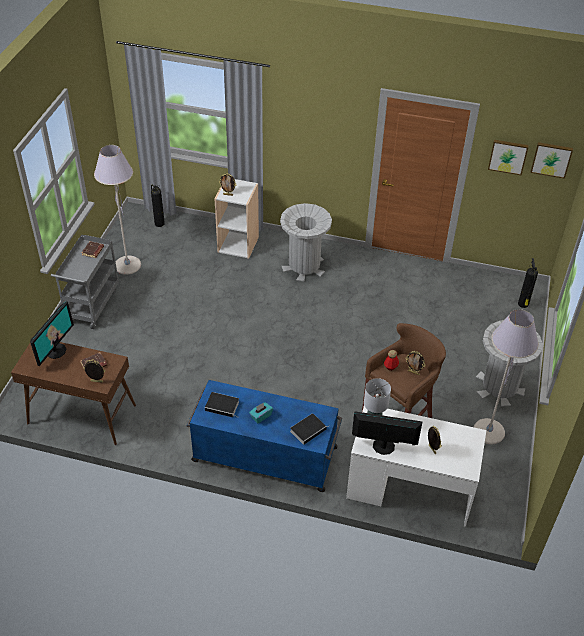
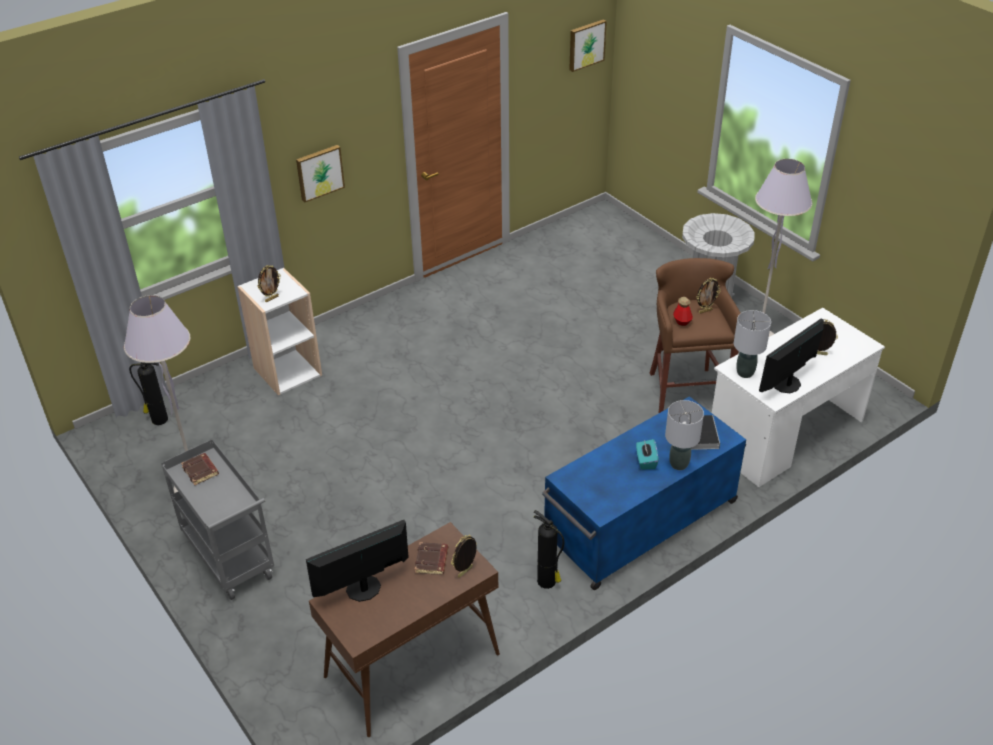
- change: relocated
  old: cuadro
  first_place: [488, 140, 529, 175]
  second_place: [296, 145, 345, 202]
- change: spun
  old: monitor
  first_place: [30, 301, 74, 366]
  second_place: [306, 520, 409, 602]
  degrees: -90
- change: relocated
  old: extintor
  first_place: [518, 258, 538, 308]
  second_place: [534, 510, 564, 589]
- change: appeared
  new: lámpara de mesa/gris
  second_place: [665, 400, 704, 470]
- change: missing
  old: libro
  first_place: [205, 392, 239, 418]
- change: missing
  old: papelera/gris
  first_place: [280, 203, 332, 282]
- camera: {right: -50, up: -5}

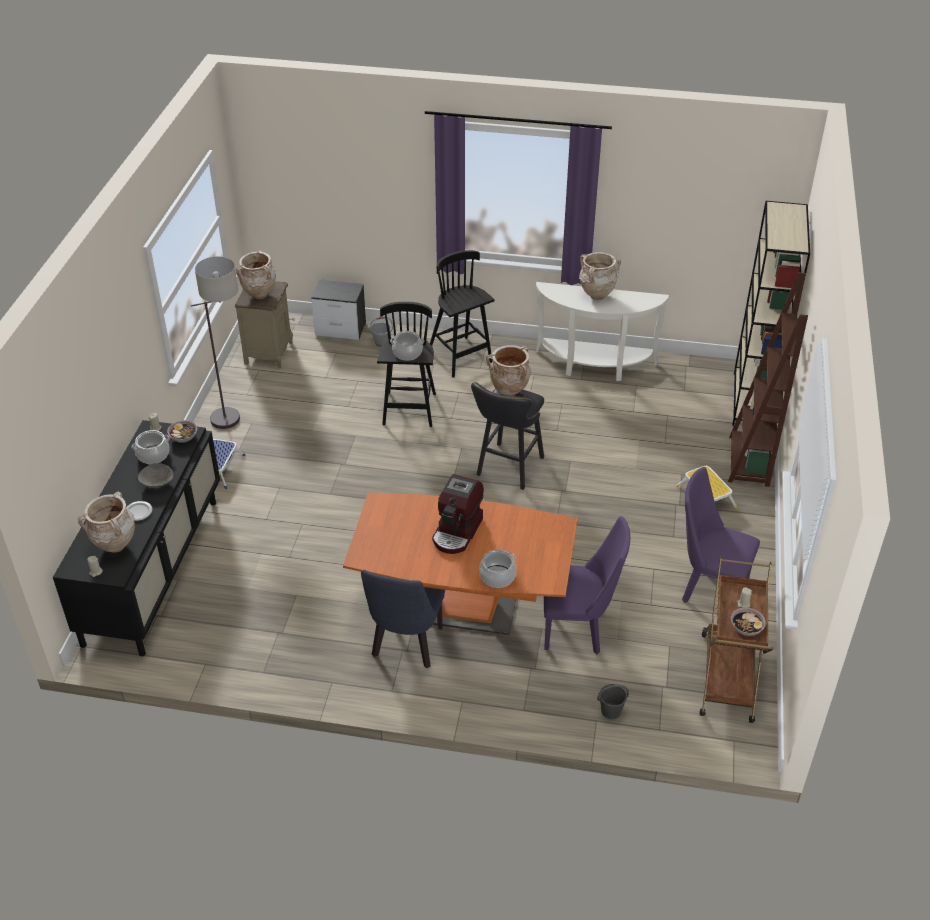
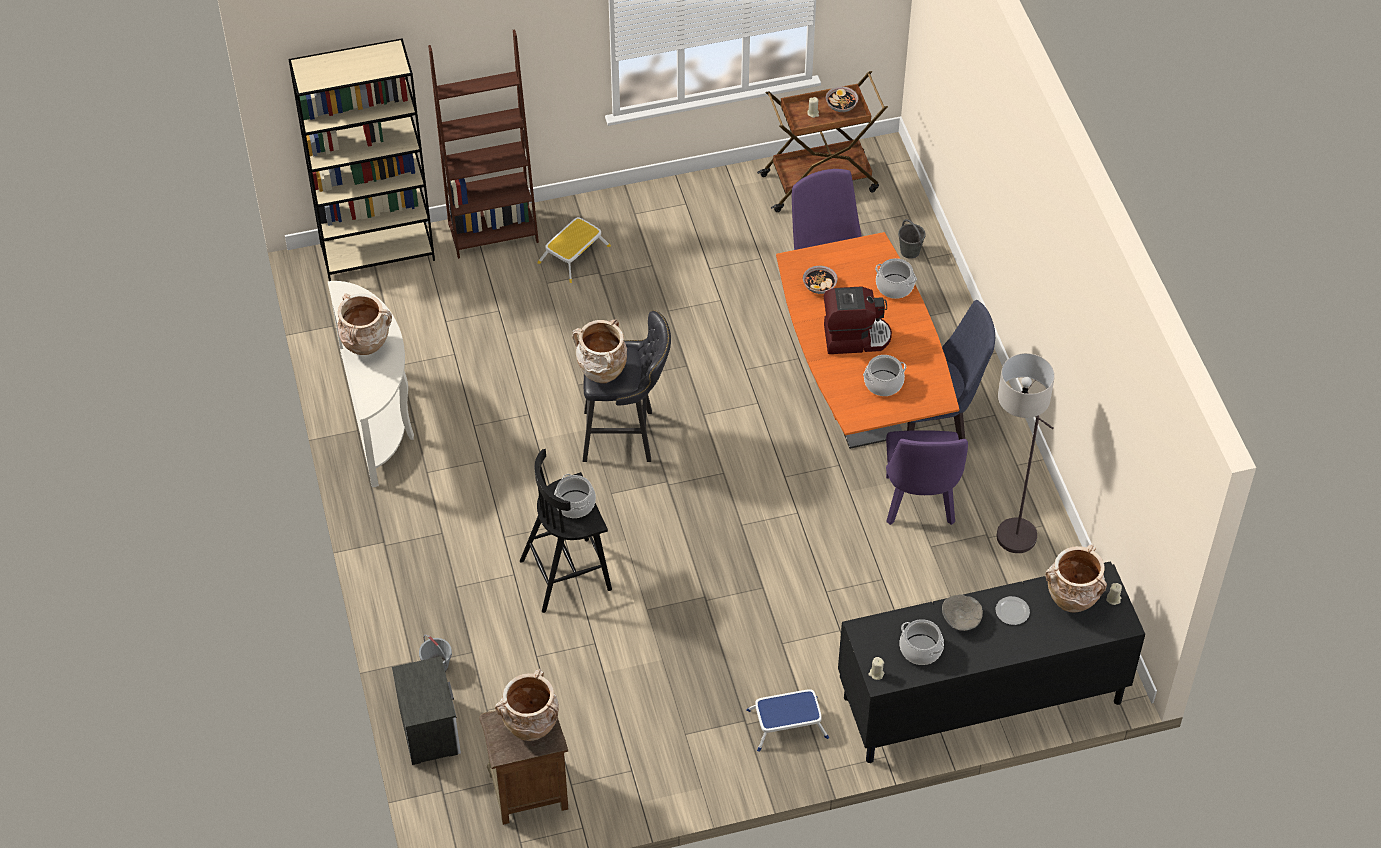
- change: relocated
  old: cuenco
  first_place: [167, 420, 197, 443]
  second_place: [803, 265, 838, 294]
- change: appeared
  new: olla
  second_place: [863, 355, 906, 396]
- change: relocated
  old: silla/morado
  first_place: [682, 467, 760, 603]
  second_place: [886, 431, 968, 525]
- change: relocated
  old: lámpara de pie/gris
  first_place: [191, 256, 240, 429]
  second_place: [997, 353, 1055, 553]
- change: missing
  old: taburete/negro
  first_place: [430, 250, 495, 377]
- camera: {right: -115, up: 10}

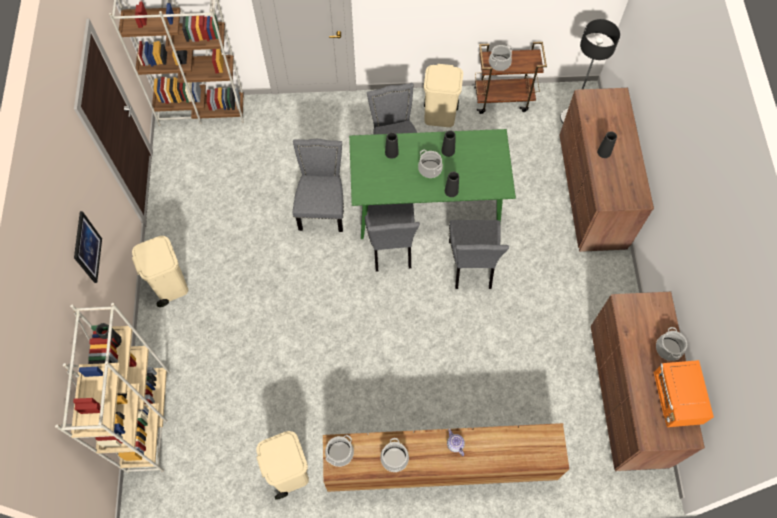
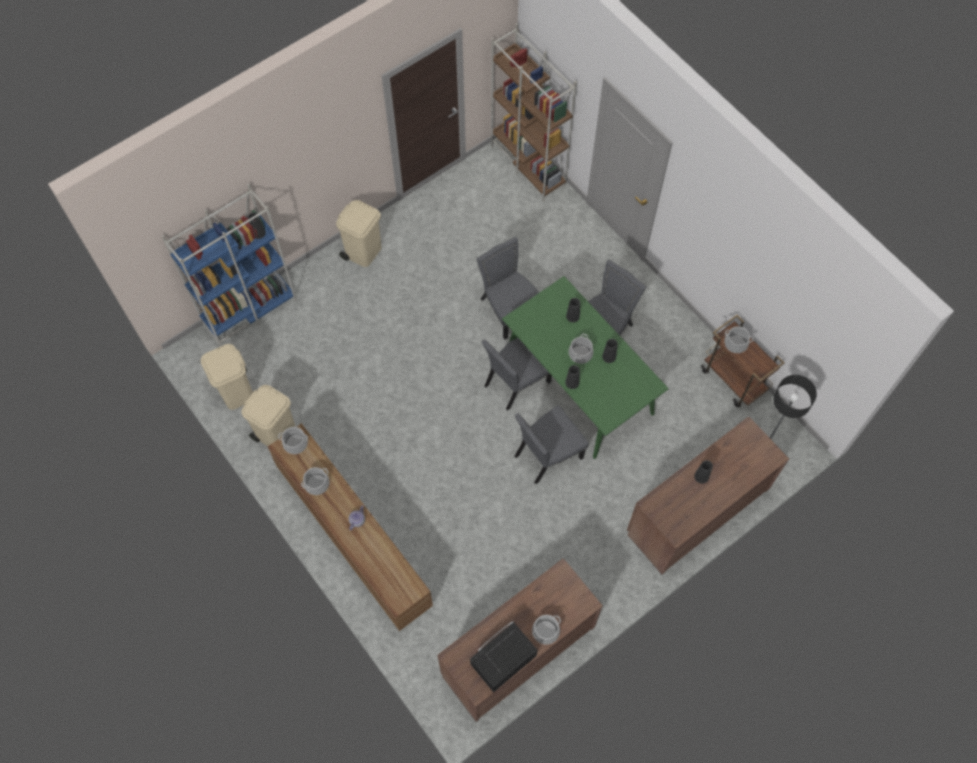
- change: colour
  old: estantería/beis
  new: estantería/azul
  first_place: [55, 303, 170, 473]
  second_place: [162, 184, 297, 347]
- change: relocated
  old: papelera/beis
  first_place: [424, 64, 463, 127]
  second_place: [201, 344, 253, 410]
- change: colour
  old: microondas/naranja
  new: microondas/negro
  first_place: [654, 360, 714, 427]
  second_place: [470, 621, 538, 693]
- change: spun
  old: silla/gris
  first_place: [293, 139, 344, 232]
  second_place: [476, 237, 540, 339]
  degrees: -90
- change: missing
  old: cuadro
  first_place: [74, 211, 102, 283]
- camera: {right: 55, up: 0}

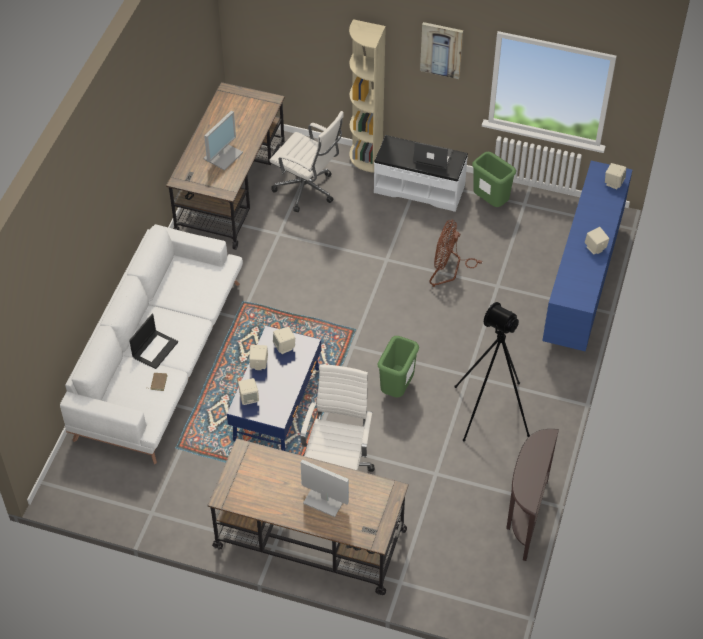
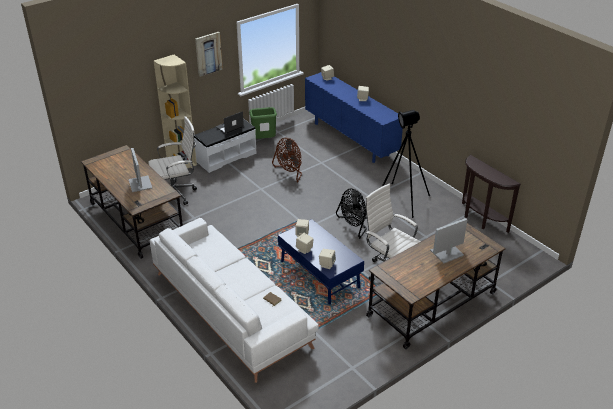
- change: exchanged
  old: papelera/verde
  new: ventilador/negro
  first_place: [377, 336, 419, 398]
  second_place: [336, 188, 367, 239]
- change: missing
  old: portátil
  first_place: [129, 314, 178, 369]
- camera: {right: -55, up: -15}

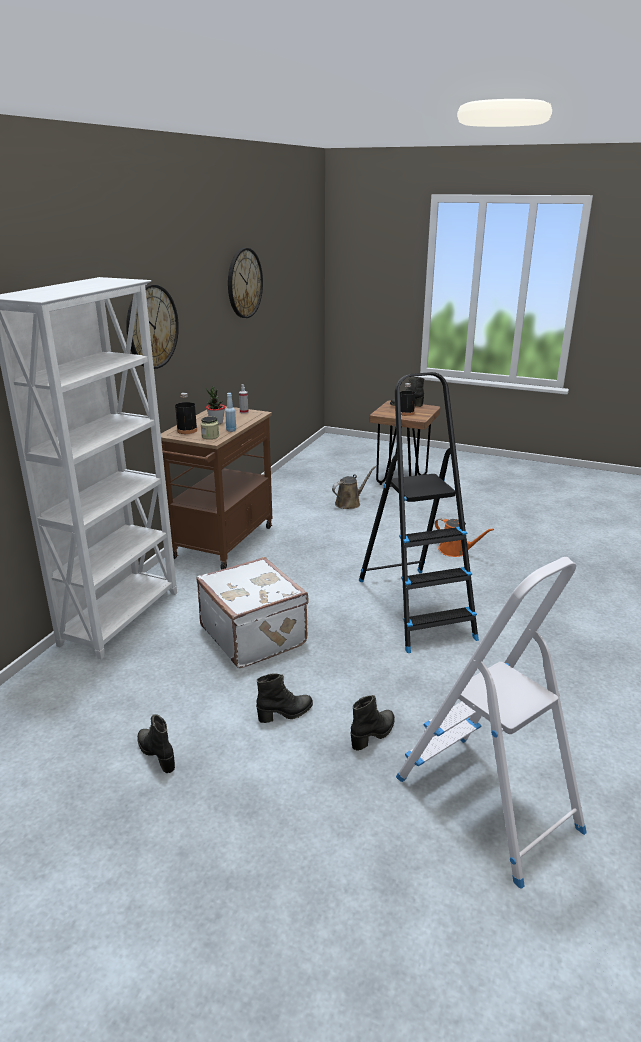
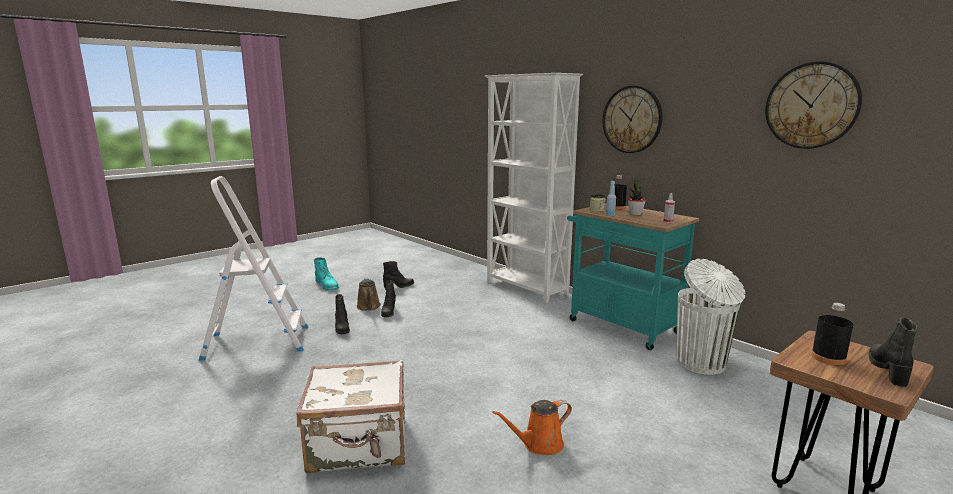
- change: relocated
  old: maleta/blanco
  first_place: [196, 557, 308, 668]
  second_place: [296, 360, 405, 473]
- change: appeared
  new: bota/turquesa
  second_place: [314, 257, 339, 290]
- change: relocated
  old: regadera/marrón
  first_place: [332, 466, 376, 509]
  second_place: [356, 278, 381, 311]
- change: colour
  old: carrito/marrón
  new: carrito/turquesa
  first_place: [153, 406, 272, 570]
  second_place: [567, 203, 699, 350]
- change: appeared
  new: papelera/blanco
  second_place: [676, 259, 745, 375]
- change: missing
  old: escalera de tijera/negro
  first_place: [359, 372, 479, 653]
- camera: {right: 115, up: -10}

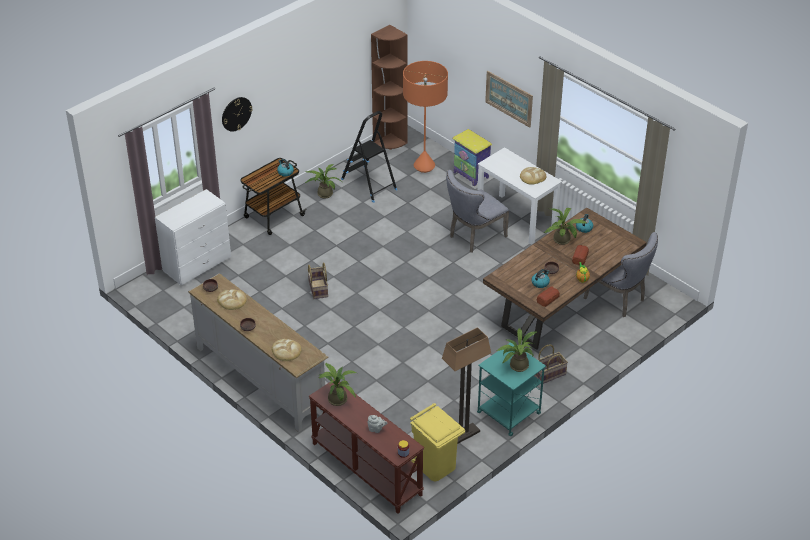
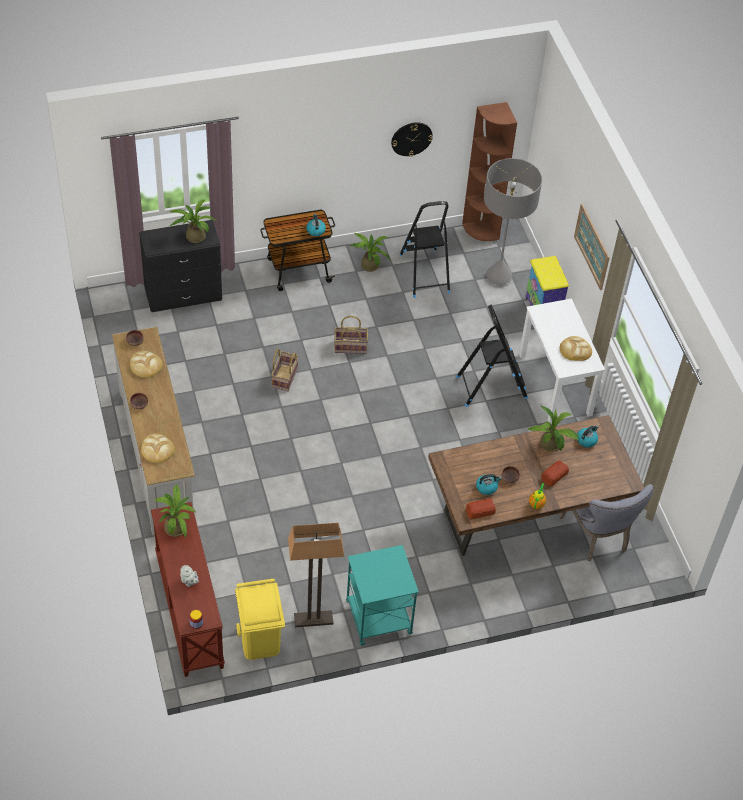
- change: colour
  old: cómoda/blanco
  new: cómoda/negro
  first_place: [155, 189, 231, 285]
  second_place: [139, 220, 222, 312]
- change: relocated
  old: planta en maceta
  first_place: [496, 328, 537, 372]
  second_place: [169, 200, 218, 243]
- change: relocated
  old: cesta
  first_place: [534, 344, 568, 384]
  second_place: [334, 316, 368, 354]
- change: relocated
  old: reloj de pared
  first_place: [222, 97, 253, 132]
  second_place: [391, 122, 433, 157]
- change: exchanged
  old: silla/gris
  new: escalera de tijera/negro
  first_place: [446, 170, 509, 253]
  second_place: [456, 305, 528, 407]
- change: colour
  old: lámpara de pie/naranja
  new: lámpara de pie/gris
  first_place: [403, 61, 448, 173]
  second_place: [484, 158, 542, 285]
- camera: {right: 25, up: 10}

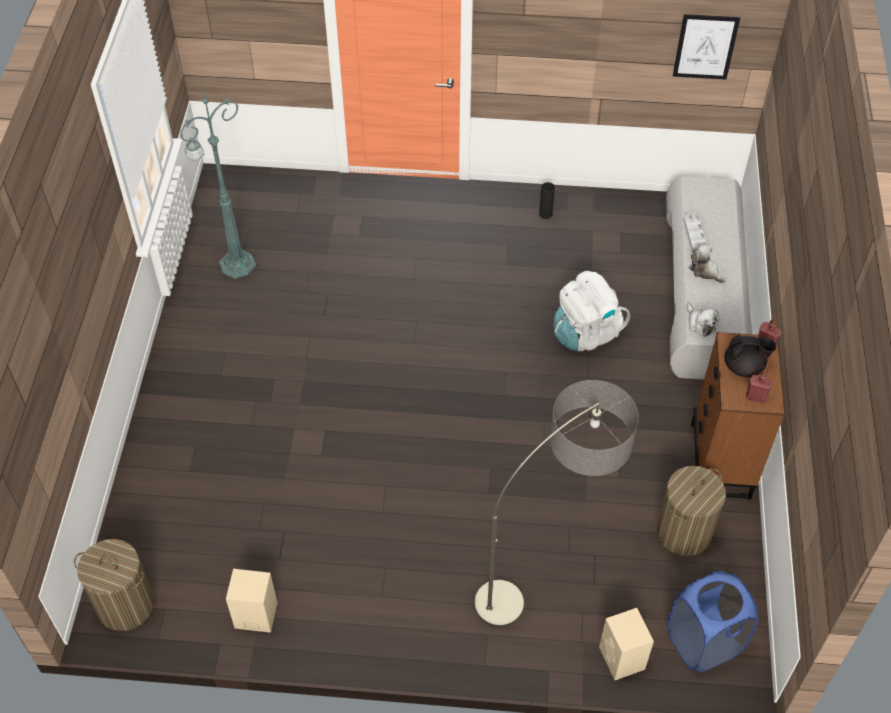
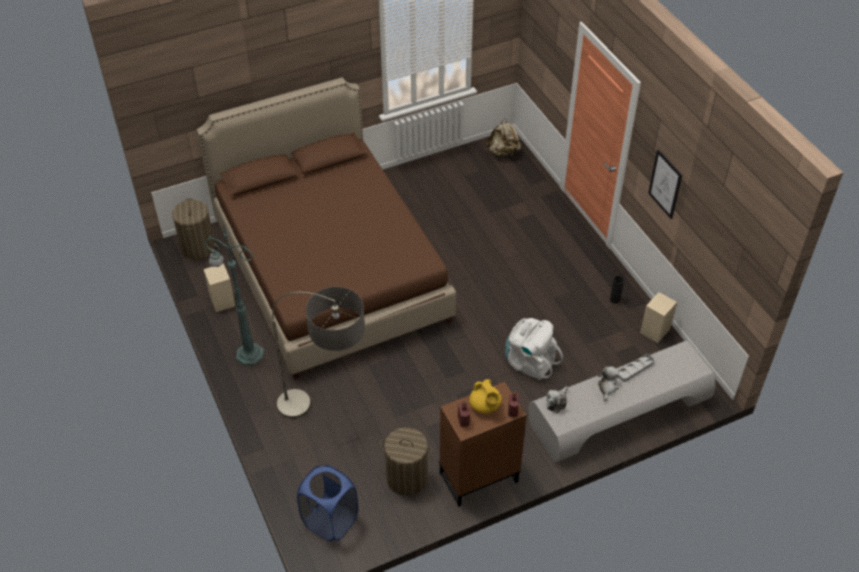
- change: appeared
  new: cama/marrón
  second_place: [197, 77, 456, 379]
- change: relocated
  old: lámpara de pie/verde
  first_place: [180, 80, 256, 279]
  second_place: [205, 221, 264, 365]
- change: colour
  old: tetera/negro
  new: tetera/amarillo
  first_place: [724, 335, 776, 377]
  second_place: [469, 379, 502, 414]
- change: appeared
  new: mochila/beis
  second_place: [486, 118, 521, 157]
- change: relocated
  old: altavoz/beis
  first_place: [599, 608, 654, 680]
  second_place: [640, 292, 677, 343]
- change: relocated
  old: cuadro
  first_place: [673, 14, 740, 80]
  second_place: [648, 149, 682, 219]
- camera: {right: 60, up: -5}

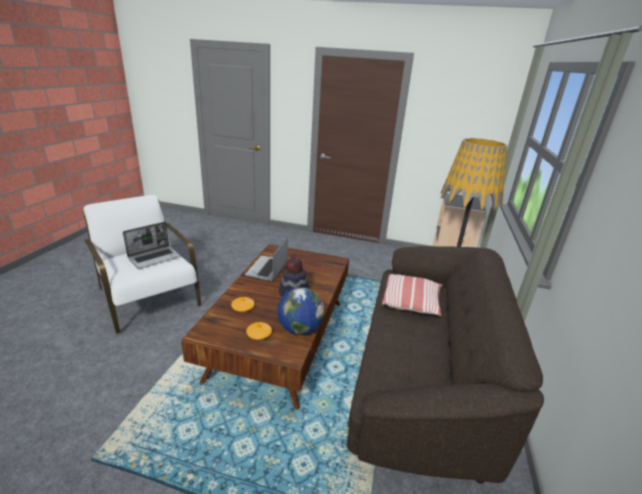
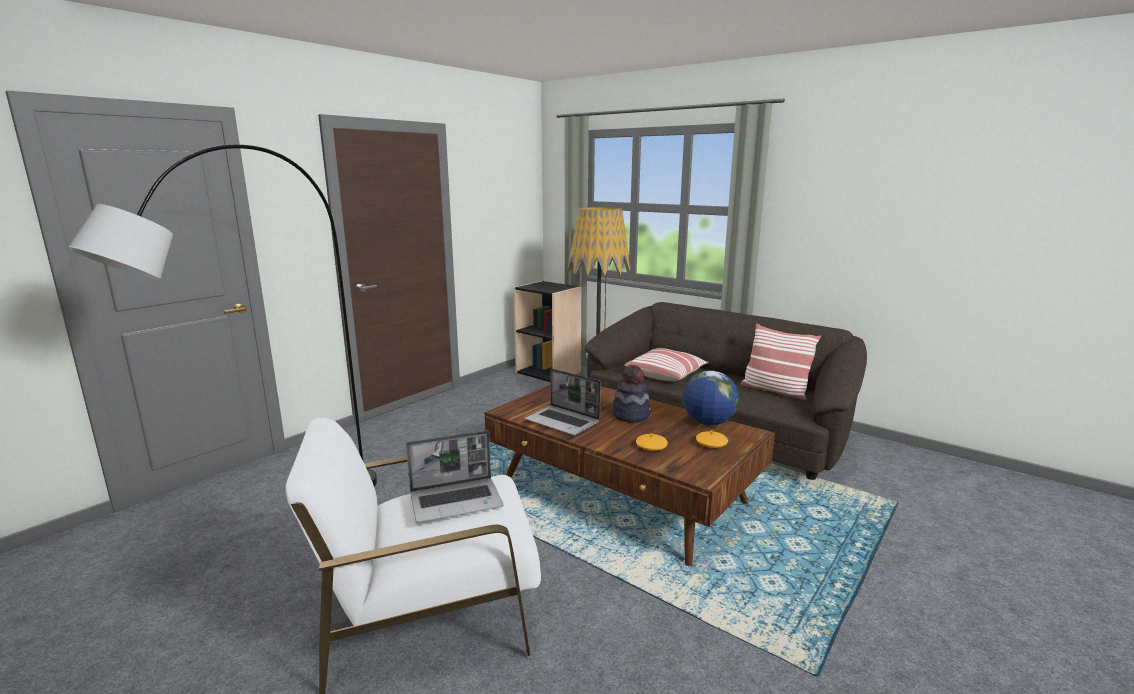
- change: appeared
  new: lámpara de pie/gris
  second_place: [68, 144, 377, 487]
- change: spun
  old: portátil
  first_place: [123, 222, 181, 269]
  second_place: [406, 430, 503, 523]
  degrees: 90
- change: appeared
  new: cojín
  second_place: [740, 324, 821, 400]
- camera: {right: -65, up: -10}

